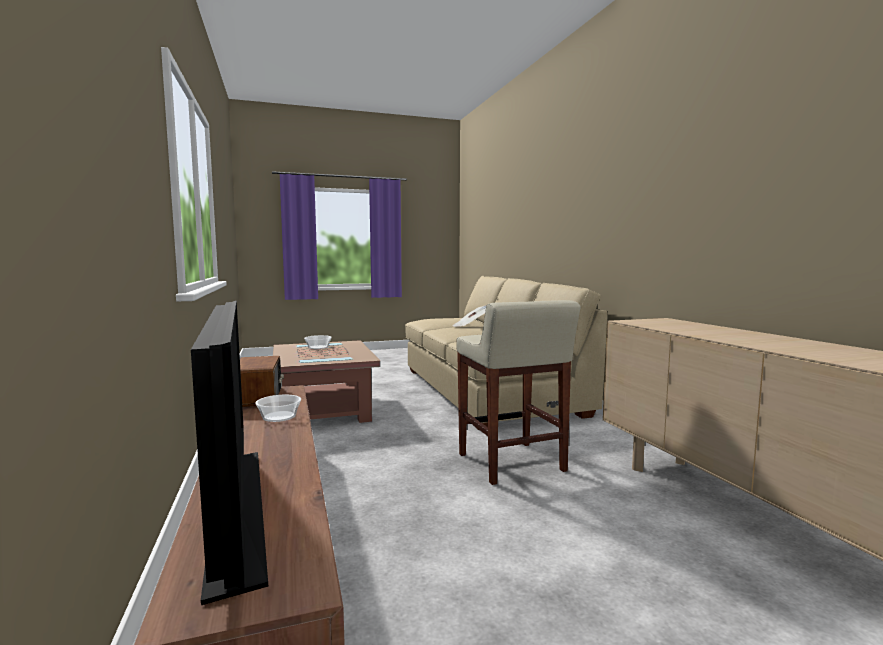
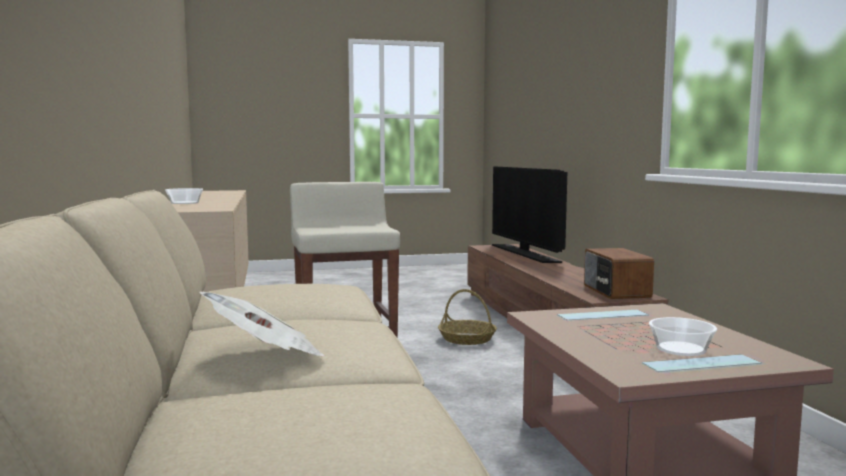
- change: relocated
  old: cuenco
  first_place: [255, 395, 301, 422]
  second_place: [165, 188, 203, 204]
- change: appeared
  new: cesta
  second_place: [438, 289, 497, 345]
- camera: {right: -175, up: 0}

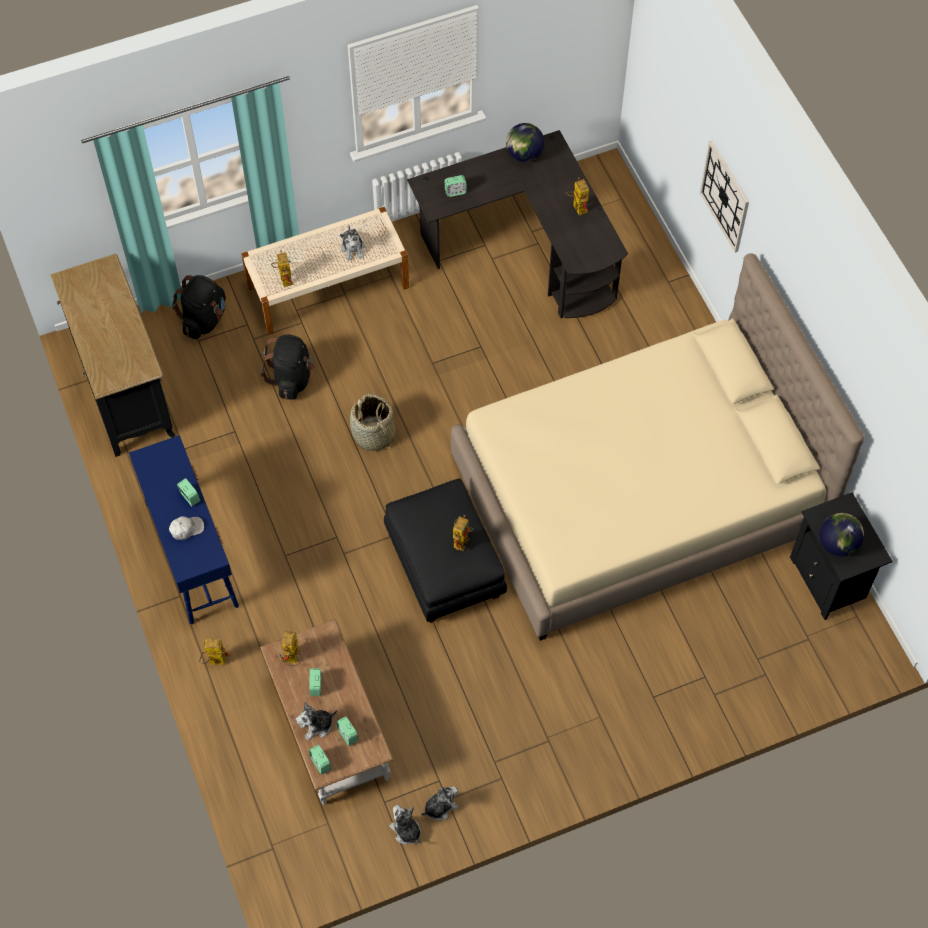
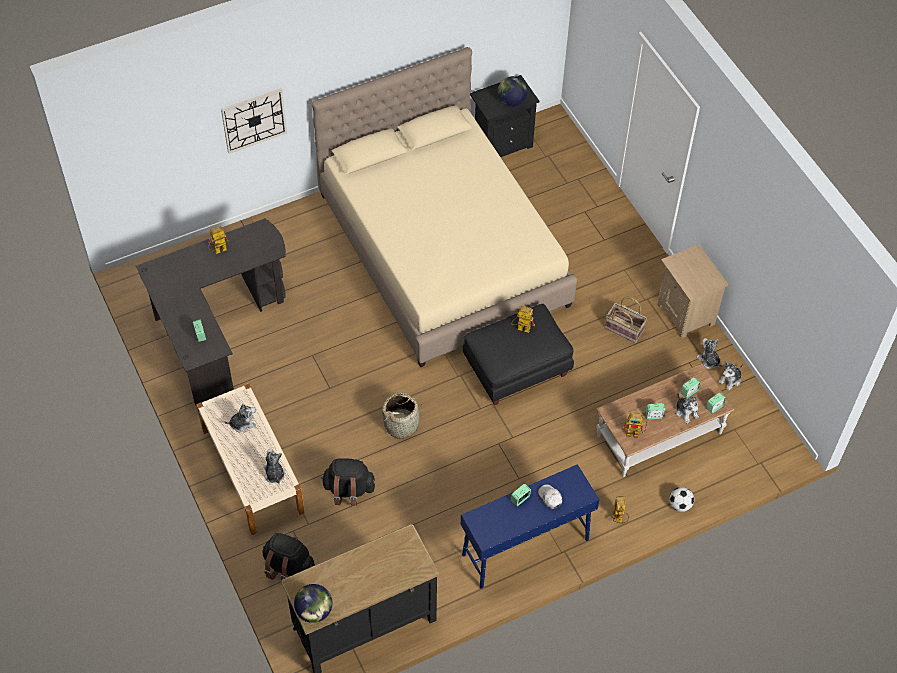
- change: exchanged
  old: robot de juguete
  new: peluche
  first_place: [271, 250, 293, 287]
  second_place: [264, 449, 286, 484]
- change: relocated
  old: globo terráqueo
  first_place: [506, 123, 544, 162]
  second_place: [294, 584, 332, 623]
- change: appeared
  new: cesta
  second_place: [605, 297, 647, 343]
- change: appeared
  new: mesita de noche/beis
  second_place: [657, 244, 729, 339]
- change: appeared
  new: balón de fútbol
  second_place: [669, 487, 694, 512]
- camera: {right: -95, up: -5}

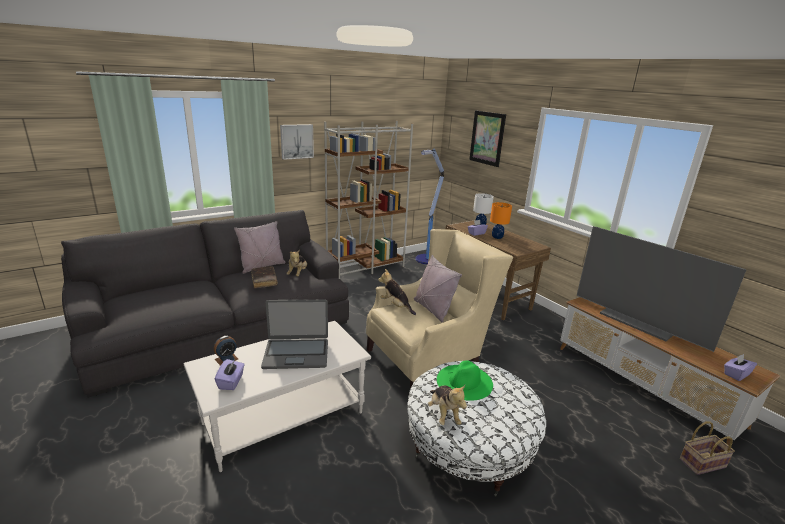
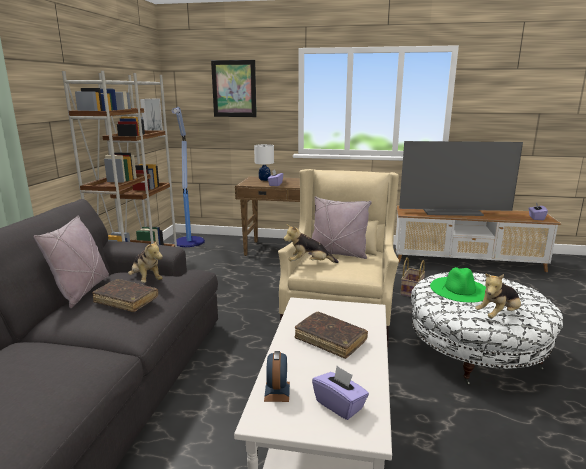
- change: relocated
  old: cuadro
  first_place: [280, 124, 314, 160]
  second_place: [140, 98, 163, 131]
- change: exchanged
  old: portátil
  new: libro/marrón
  first_place: [261, 300, 328, 369]
  second_place: [294, 312, 368, 359]
- change: relocated
  old: cesta
  first_place: [680, 421, 735, 475]
  second_place: [400, 257, 425, 297]
- change: spun
  old: peluche
  first_place: [428, 385, 467, 425]
  second_place: [475, 274, 521, 318]
  degrees: 120
- change: missing
  old: lámpara de mesa/naranja
  first_place: [490, 202, 512, 239]
- camera: {right: -45, up: -5}

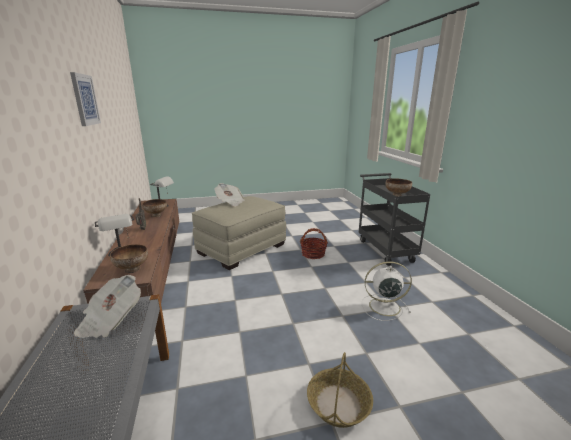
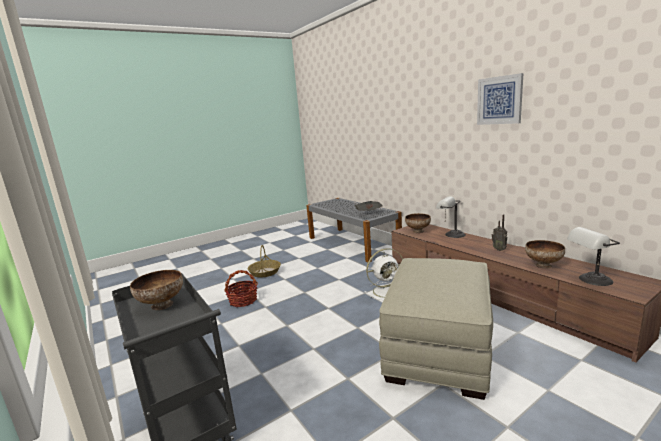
- change: relocated
  old: cesta
  first_place: [300, 228, 327, 259]
  second_place: [224, 270, 258, 307]
- change: relocated
  old: ventilador/blanco
  first_place: [362, 261, 412, 321]
  second_place: [365, 248, 403, 301]
- change: missing
  old: periódico
  first_place: [214, 183, 245, 207]
- camera: {right: 160, up: -5}

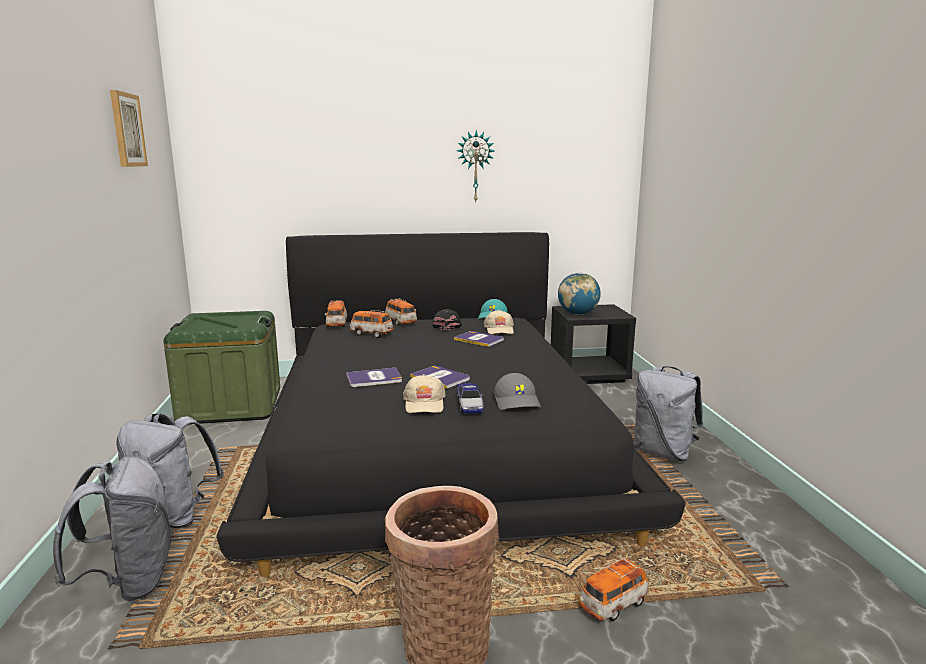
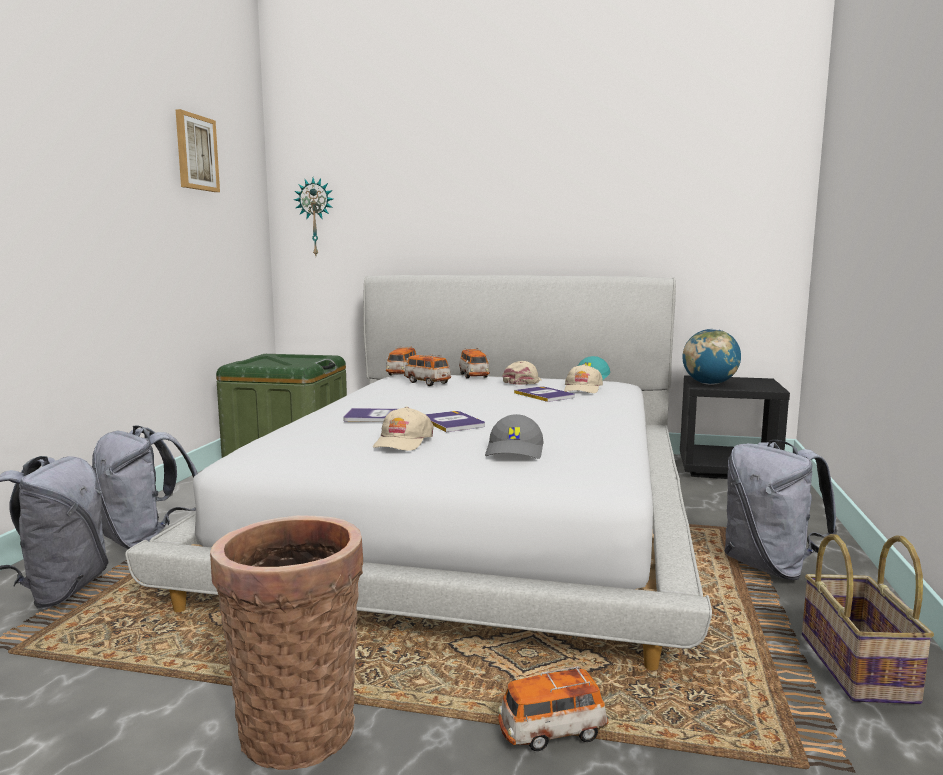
- change: colour
  old: cama/negro
  new: cama/blanco
  first_place: [217, 232, 685, 577]
  second_place: [125, 275, 712, 670]
- change: relocated
  old: reloj de pared
  first_place: [457, 130, 495, 203]
  second_place: [294, 178, 333, 256]
- change: colour
  old: gorra/negro
  new: gorra/beis
  first_place: [432, 309, 462, 330]
  second_place: [502, 361, 542, 385]
- change: appeared
  new: cesta
  second_place: [802, 534, 934, 704]
- change: missing
  old: coche de juguete
  first_place: [457, 383, 484, 413]
- camera: {right: 20, up: -5}

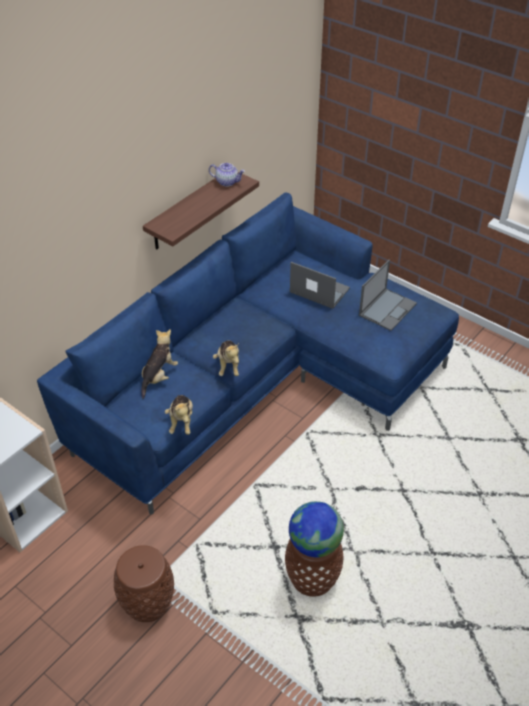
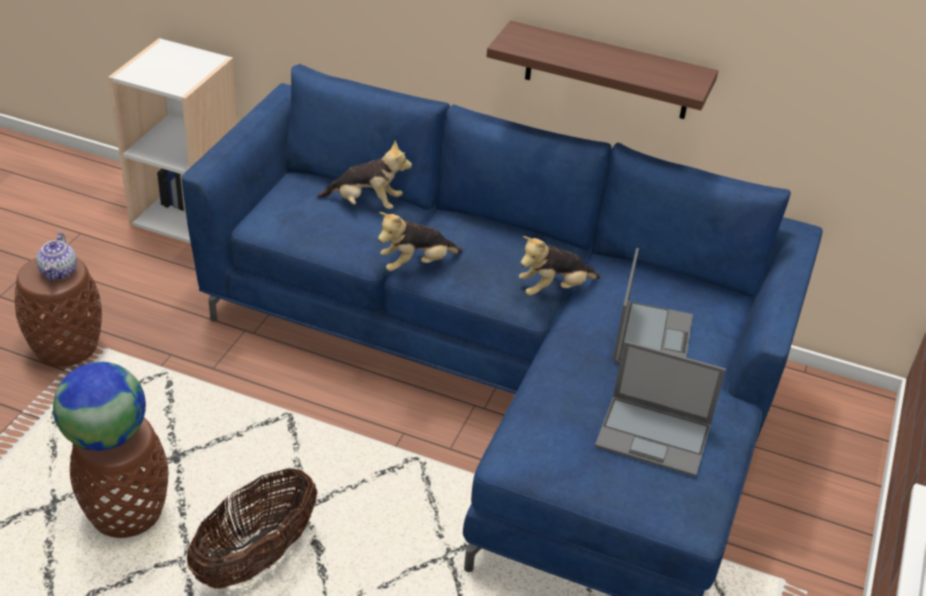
- change: relocated
  old: tetera
  first_place: [209, 163, 245, 187]
  second_place: [36, 233, 77, 281]
- change: appeared
  new: cesta
  second_place: [187, 468, 317, 589]
- change: relocated
  old: peluche
  first_place: [165, 395, 193, 435]
  second_place: [519, 236, 601, 296]
- camera: {right: 70, up: -5}

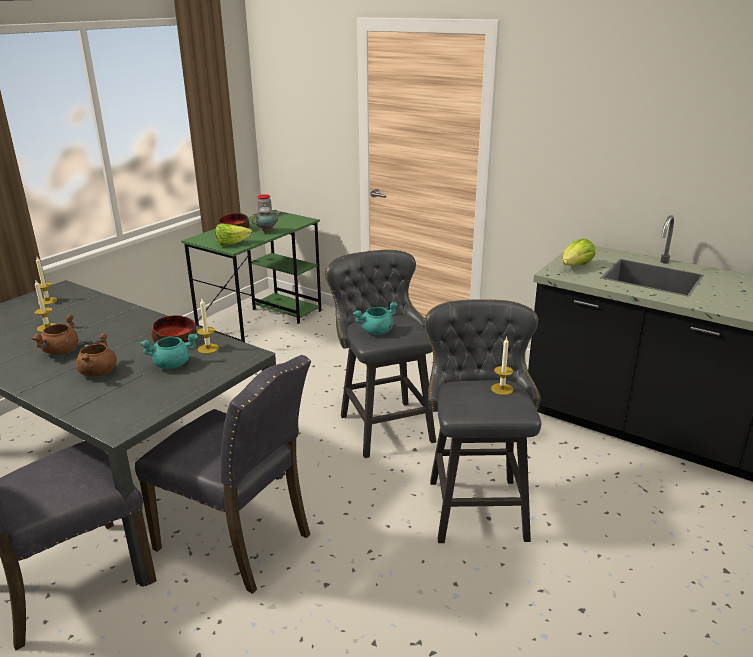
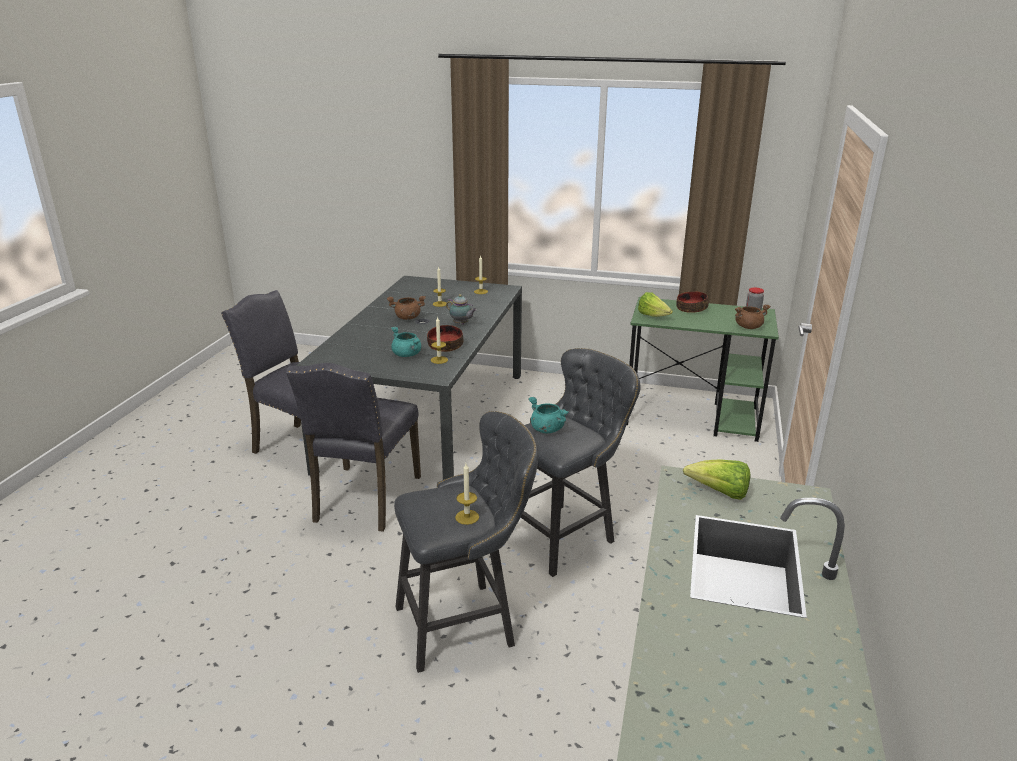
- change: relocated
  old: tetera
  first_place: [251, 205, 280, 233]
  second_place: [446, 294, 477, 325]
- change: relocated
  old: olla/marrón
  first_place: [76, 334, 117, 376]
  second_place: [735, 304, 771, 329]
- camera: {right: 70, up: 0}

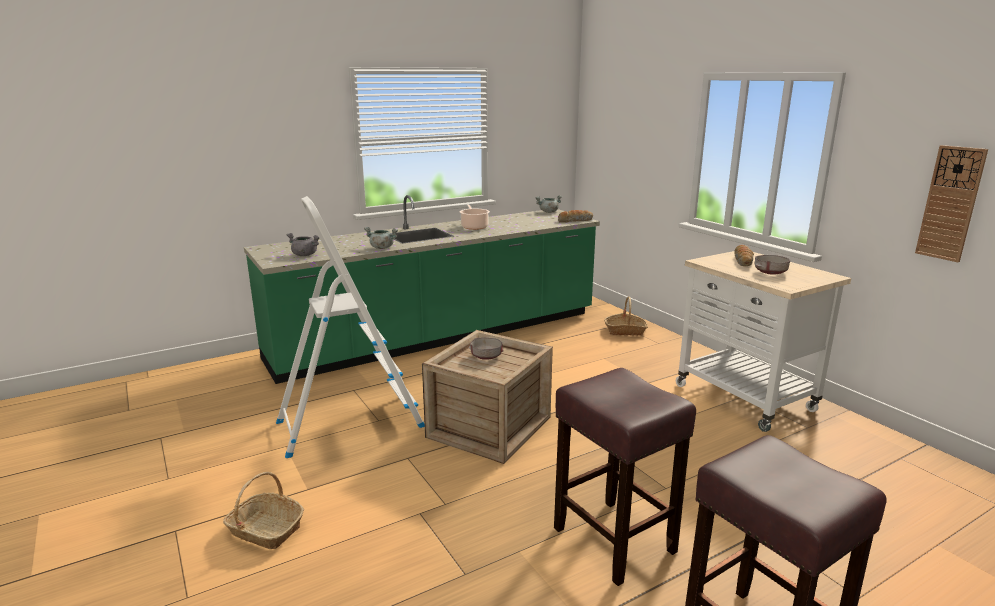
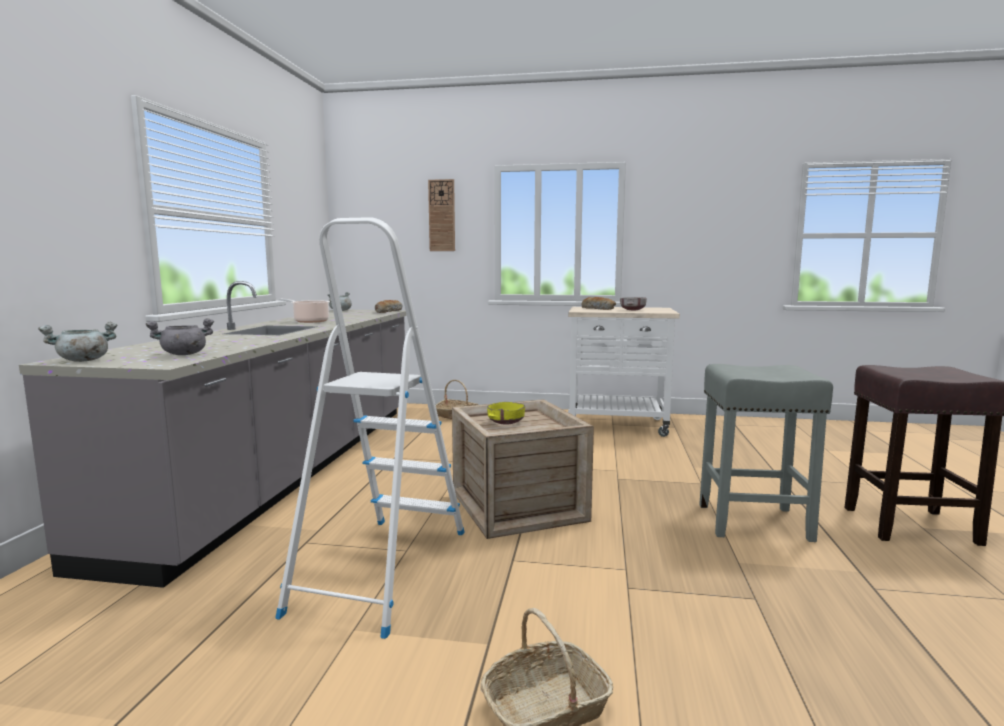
- change: colour
  old: mueble bajo de cocina/verde
  new: mueble bajo de cocina/gris
  first_place: [244, 195, 600, 384]
  second_place: [19, 281, 407, 588]
- change: relocated
  old: olla/gris
  first_place: [364, 227, 398, 249]
  second_place: [38, 322, 118, 362]
- change: relocated
  old: reloj de pared
  first_place: [915, 145, 988, 262]
  second_place: [428, 179, 455, 251]
- change: colour
  old: cuenco/gris
  new: cuenco/amarillo
  first_place: [469, 338, 504, 360]
  second_place: [487, 402, 525, 425]
- change: colour
  old: taburete/marrón
  new: taburete/gris
  first_place: [554, 368, 696, 586]
  second_place: [699, 364, 833, 542]
- camera: {right: -50, up: -10}

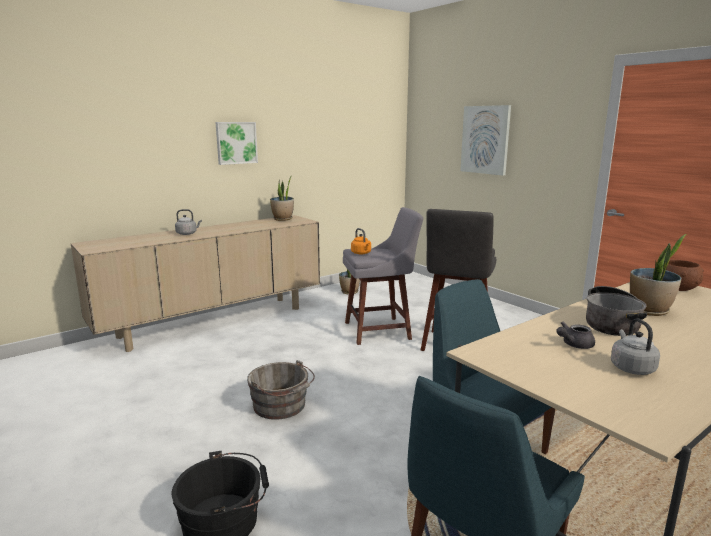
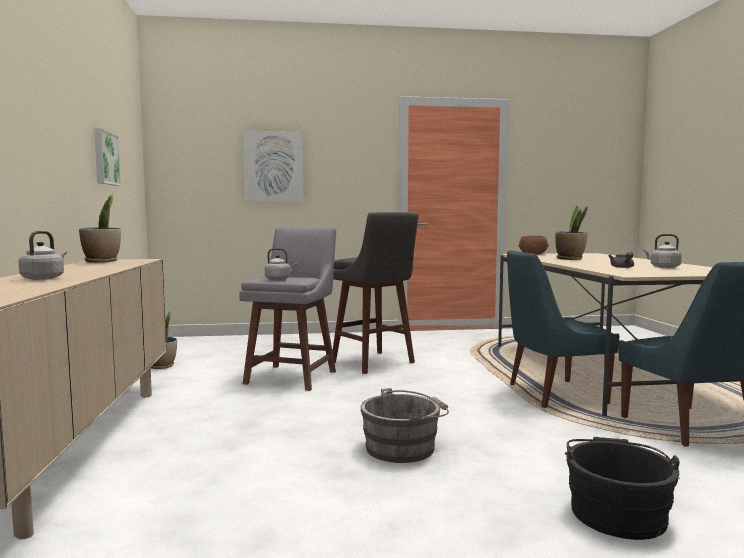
- change: relocated
  old: cuadro
  first_place: [215, 122, 258, 165]
  second_place: [94, 128, 121, 186]
- change: colour
  old: hervidor/naranja
  new: hervidor/gris
  first_place: [351, 228, 371, 254]
  second_place: [265, 248, 298, 280]
- change: missing
  old: olla
  first_place: [586, 286, 647, 336]
- camera: {right: -60, up: -10}

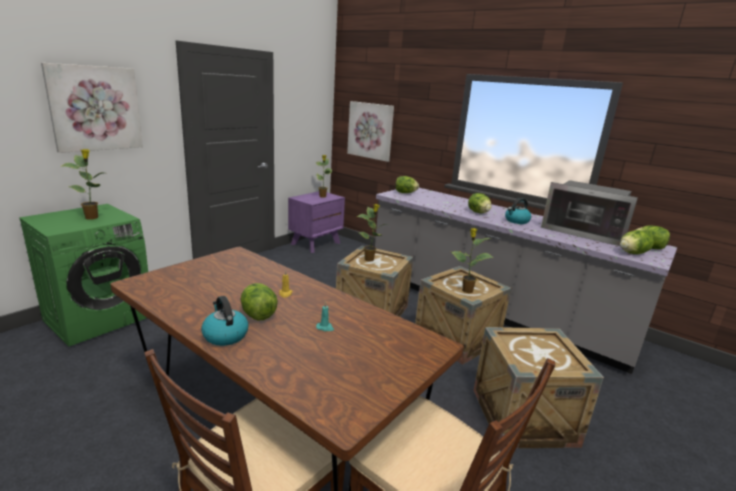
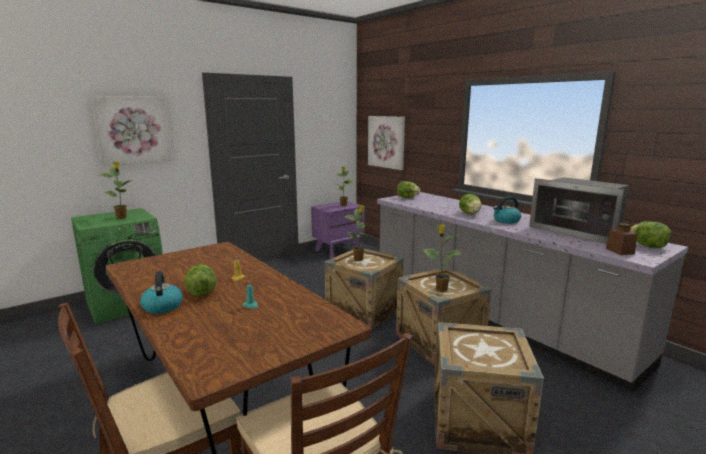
- change: exchanged
  old: lechuga
  new: tarro/marrón
  first_place: [620, 230, 654, 254]
  second_place: [606, 223, 637, 255]
- camera: {right: 15, up: -5}

